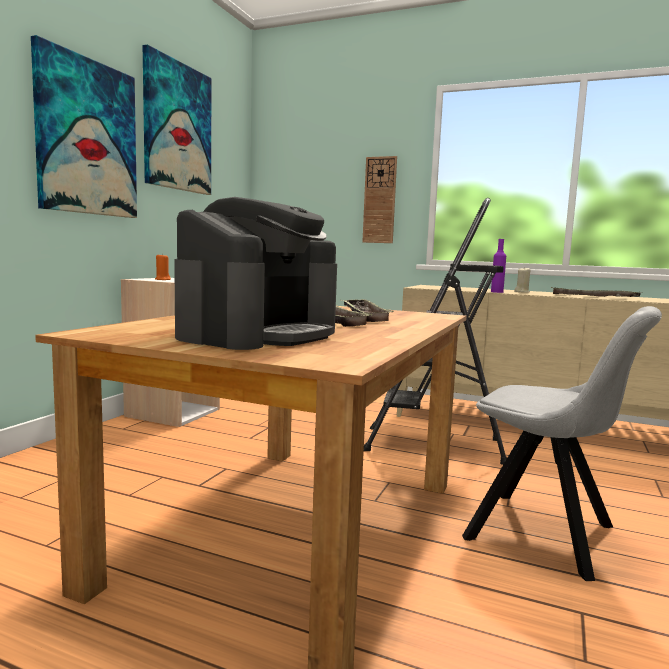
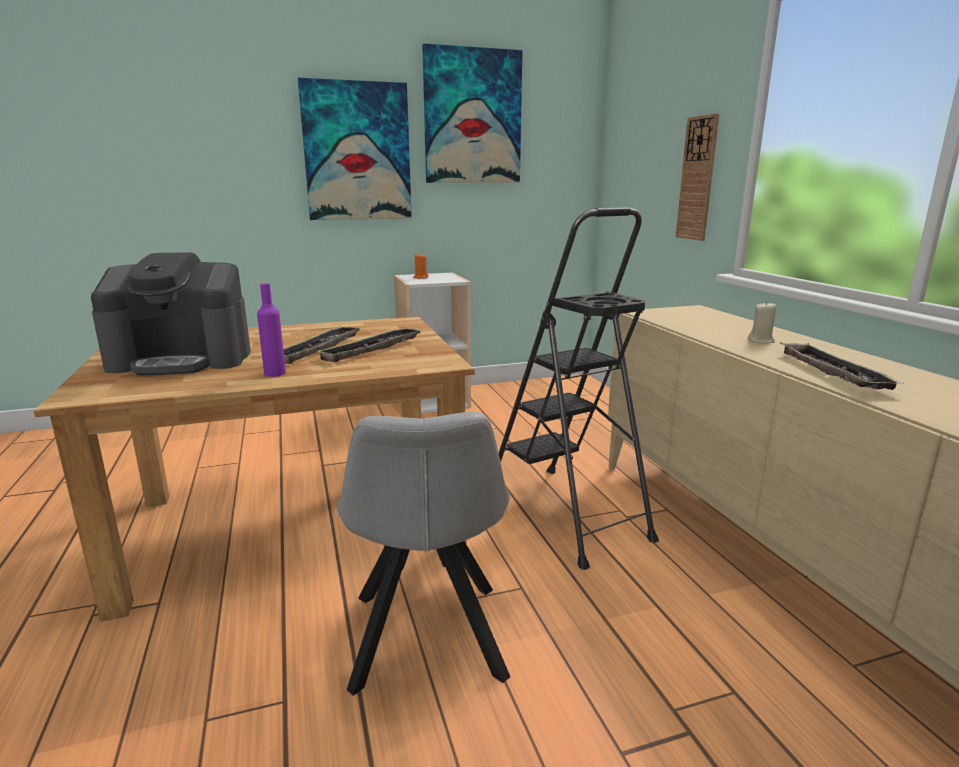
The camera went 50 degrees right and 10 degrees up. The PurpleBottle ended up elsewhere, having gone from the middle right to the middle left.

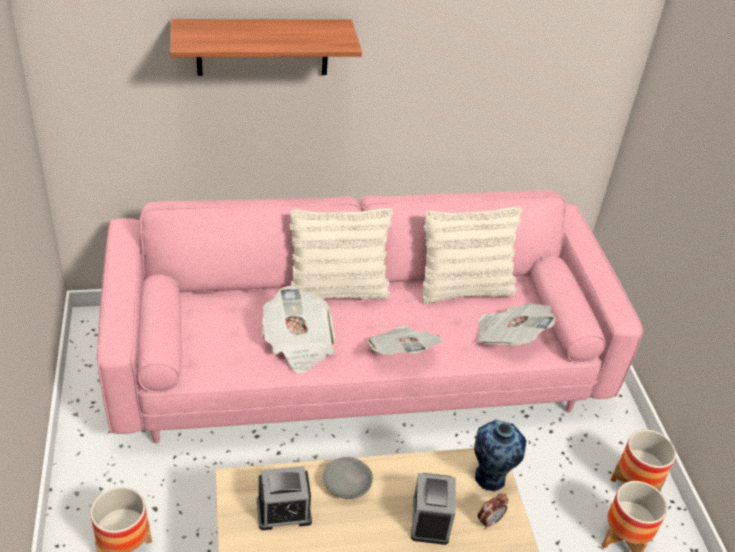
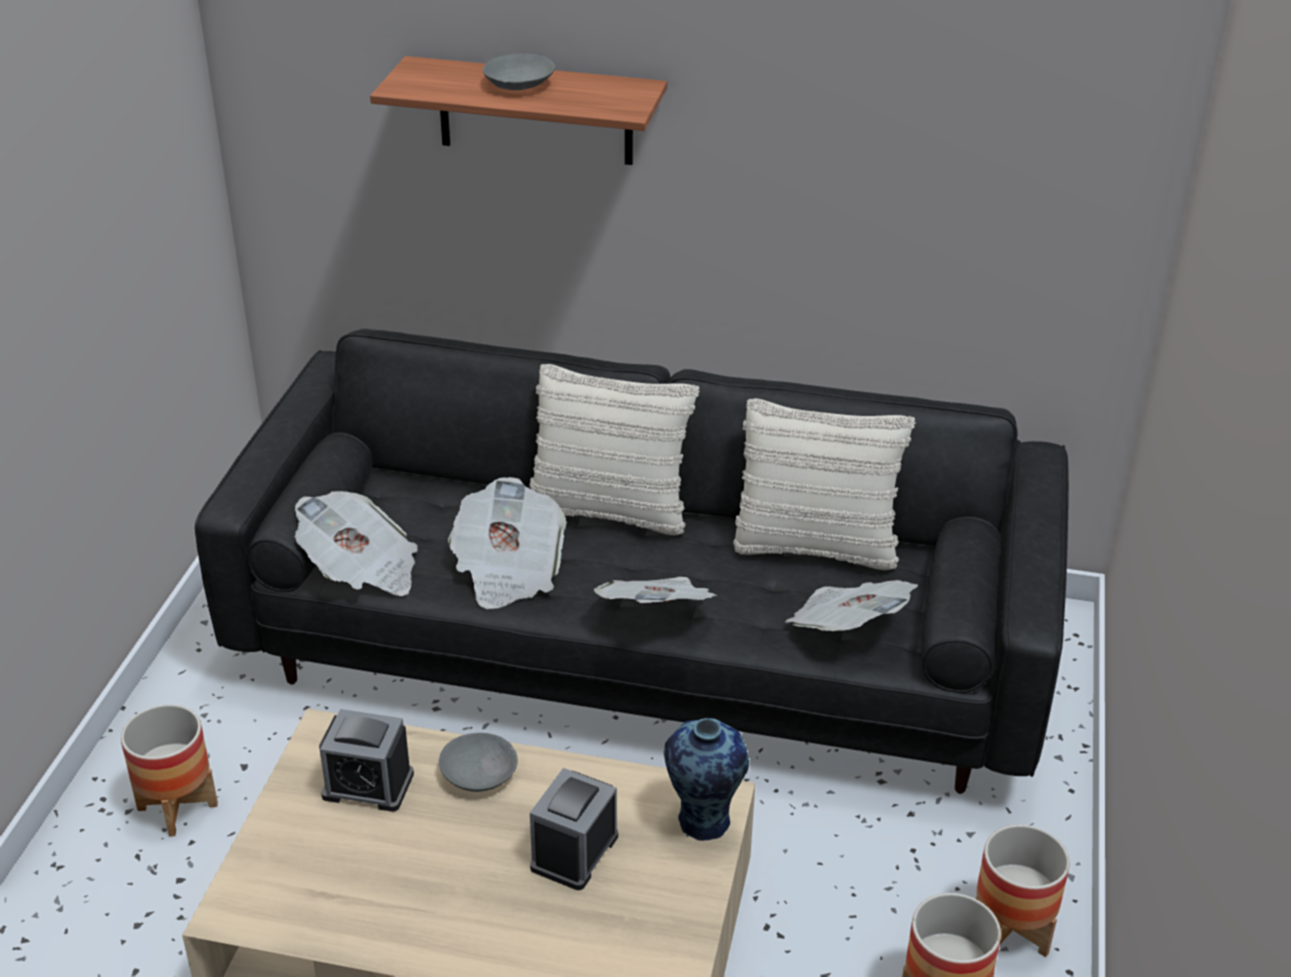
The camera went 25 degrees right and 5 degrees down. The second view lost the AlarmClock (no. 3 from left) at the bottom right. The second view gained the Newspaper (no. 1 from left) at the middle left. The second view gained the GreyBowl (no. 2 from left) at the top centre. What was the PinkSofa at the centre turned into the BlackSofa at the centre.

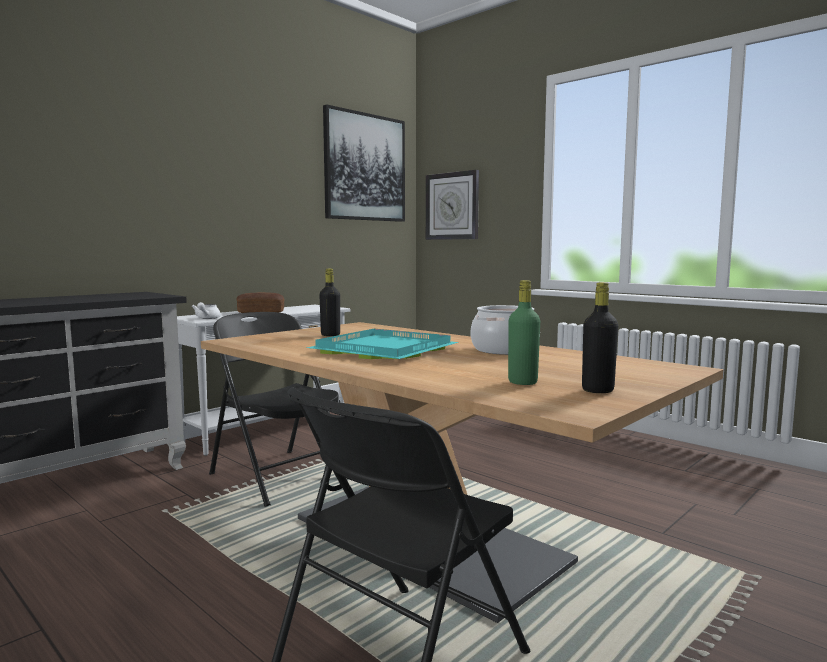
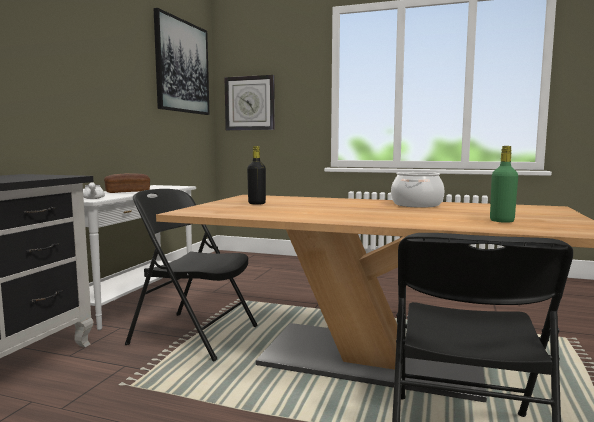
The camera went 25 degrees left and 0 degrees up. The second view lost the TurquoiseTray at the centre. The second view lost the BlackBottle (no. 2 from left) at the middle right.

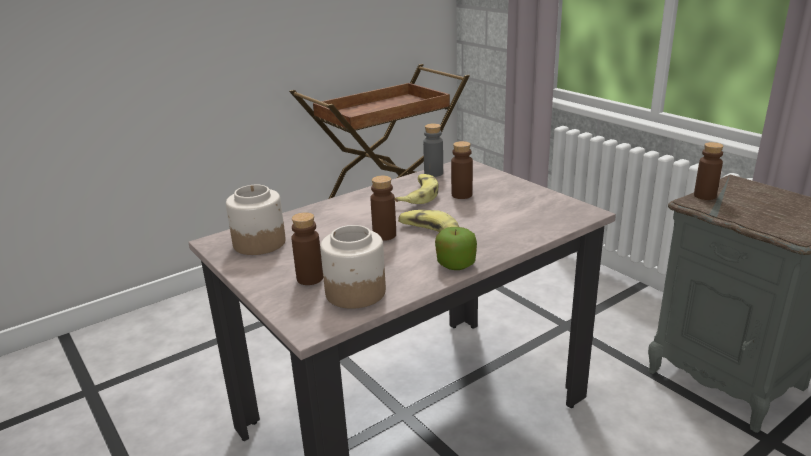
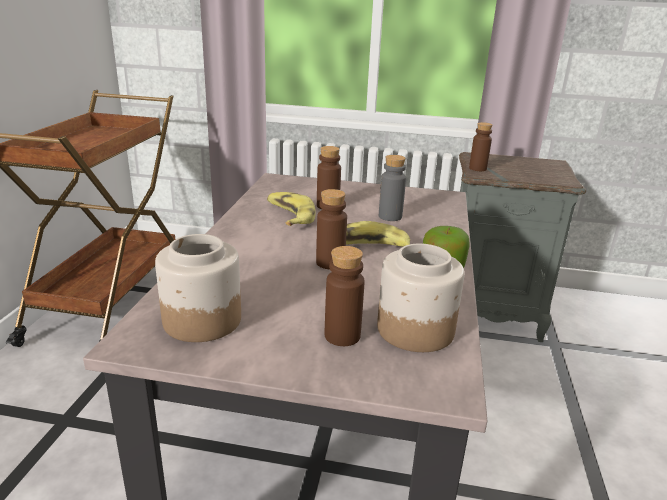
The camera went 45 degrees left and 0 degrees up. The GreyBottle ended up elsewhere, having gone from the top centre to the centre.

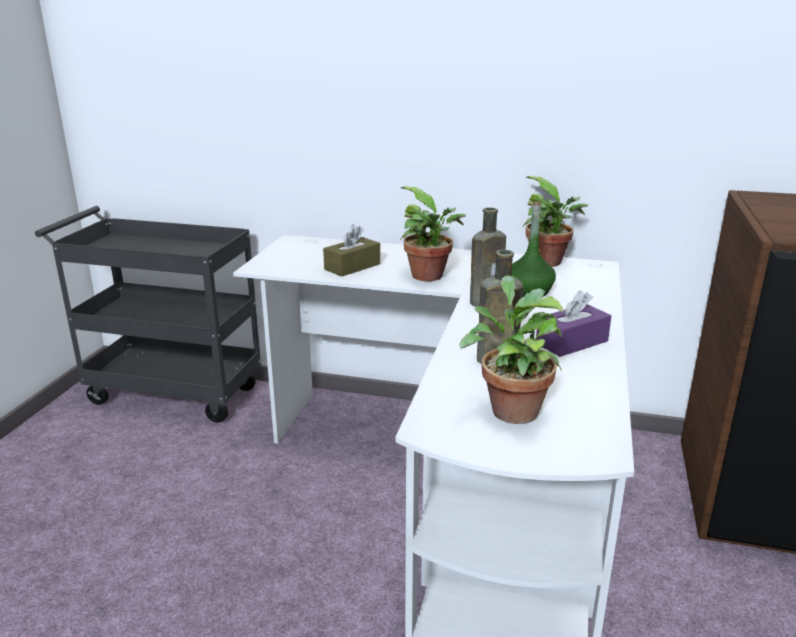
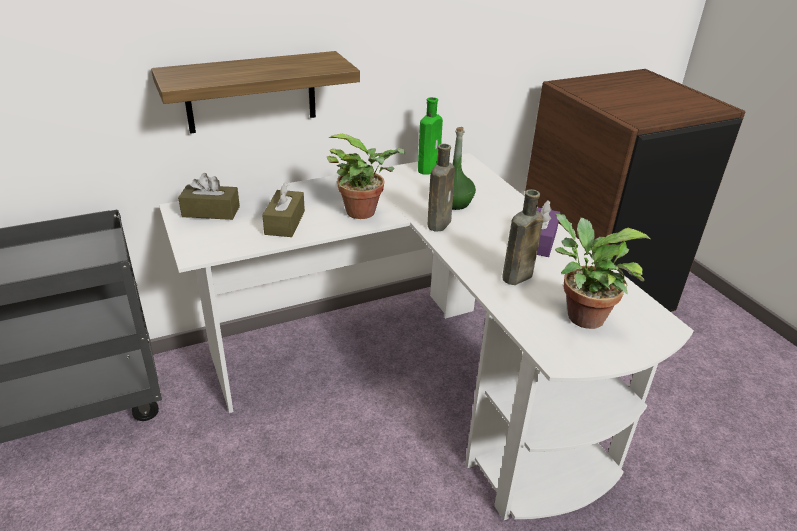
The camera went 40 degrees left and 10 degrees up. The second view gained the Shelf at the top left. The second view gained the BrownTissueBox (no. 1 from left) at the middle left. Where the PottedPlant (no. 3 from left) stood at the middle right, the GreenBottle (no. 1 from left) came to stand at the top centre.

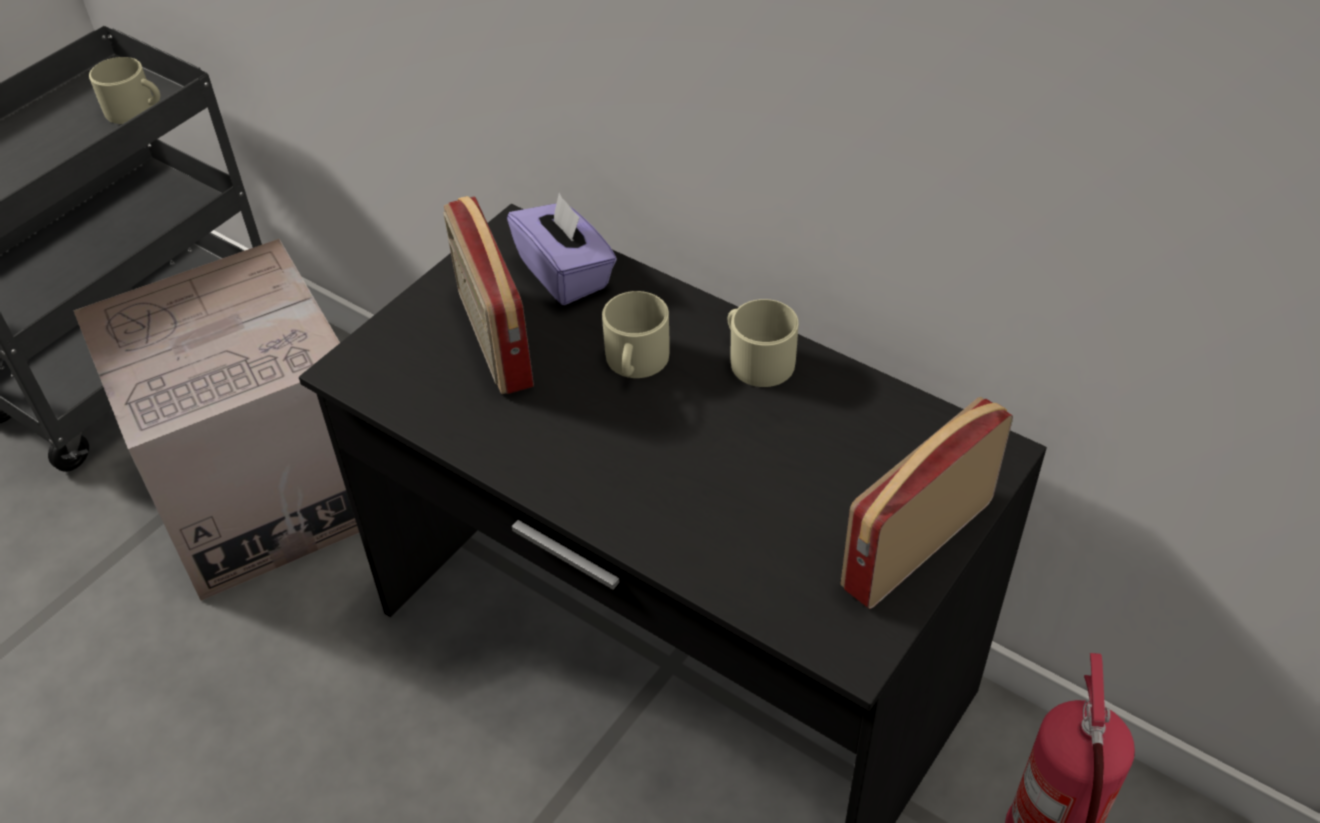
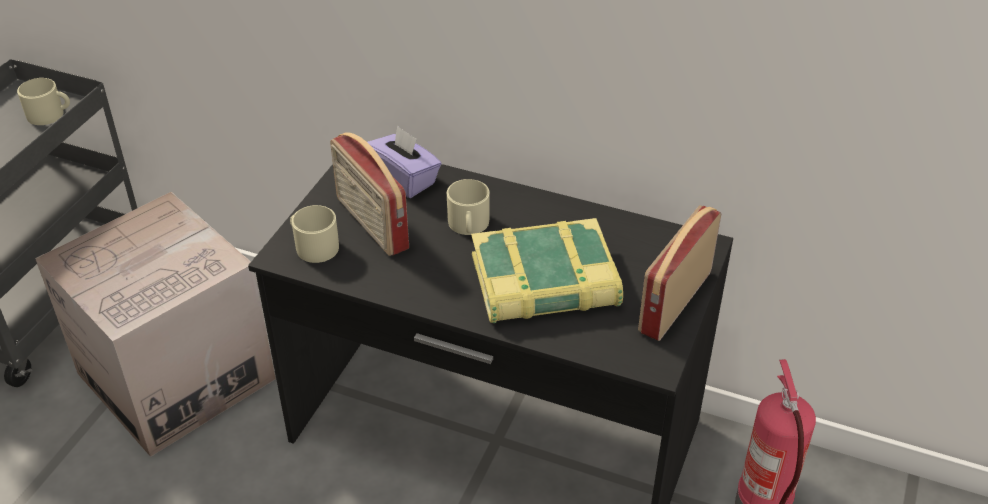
The camera went 15 degrees left and 5 degrees down. The second view gained the Book at the centre. The BeigeMug (no. 3 from left in the first image) ended up elsewhere, having gone from the centre to the middle left.

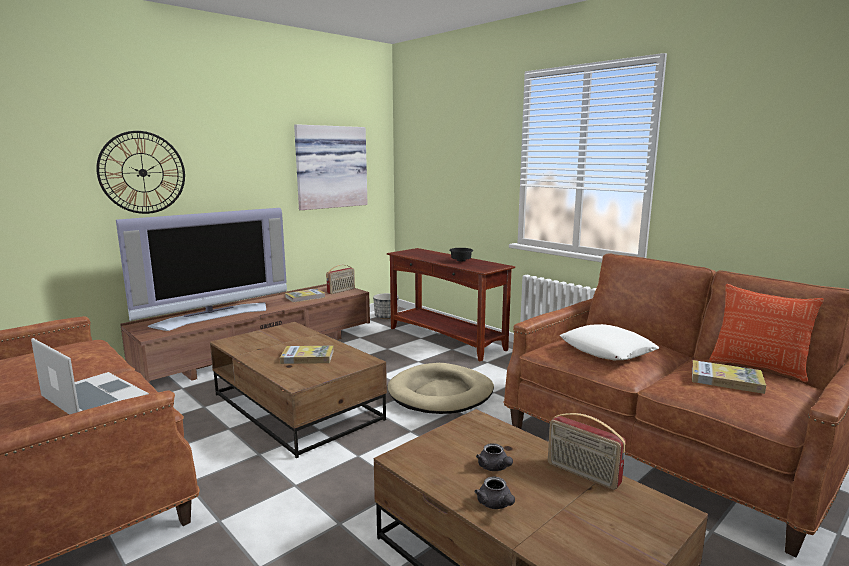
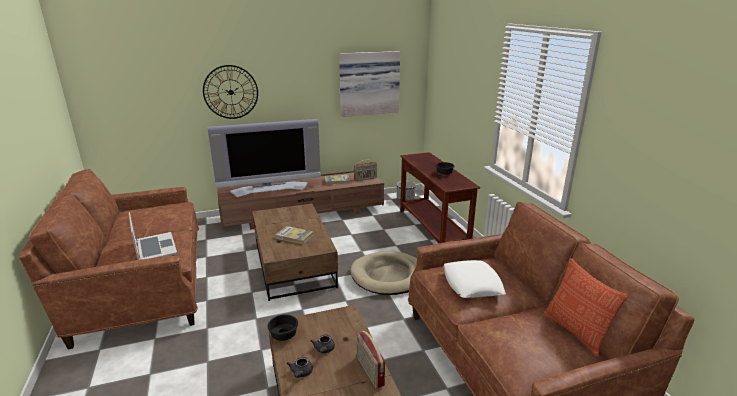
The camera went 25 degrees right and 10 degrees up. The second view lost the Book (no. 3 from left) at the middle right. The second view gained the BlackBowl (no. 1 from left) at the bottom centre.

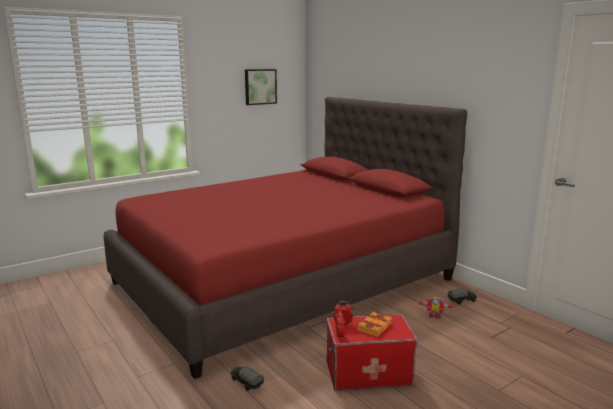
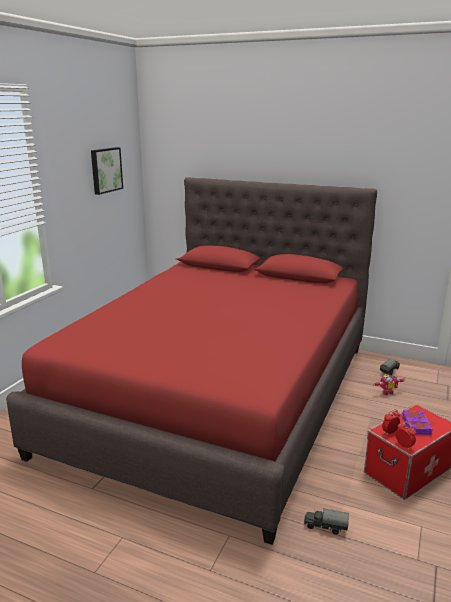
The camera went 30 degrees left and 5 degrees up. What was the OrangeBook at the bottom centre turned into the PurpleBook at the bottom right.

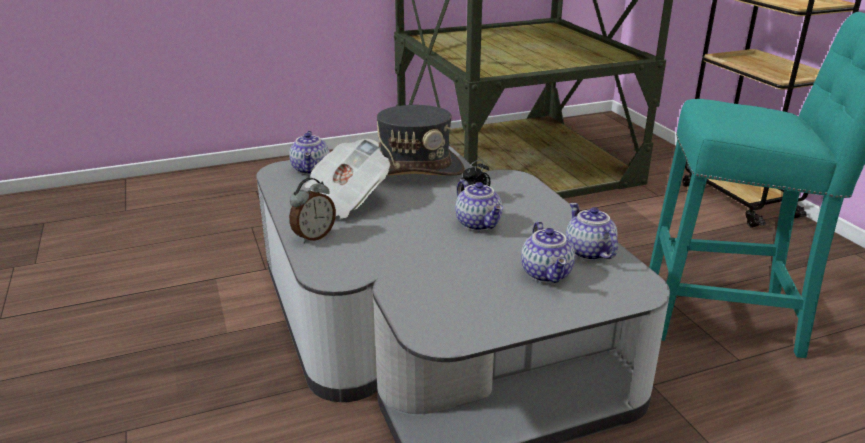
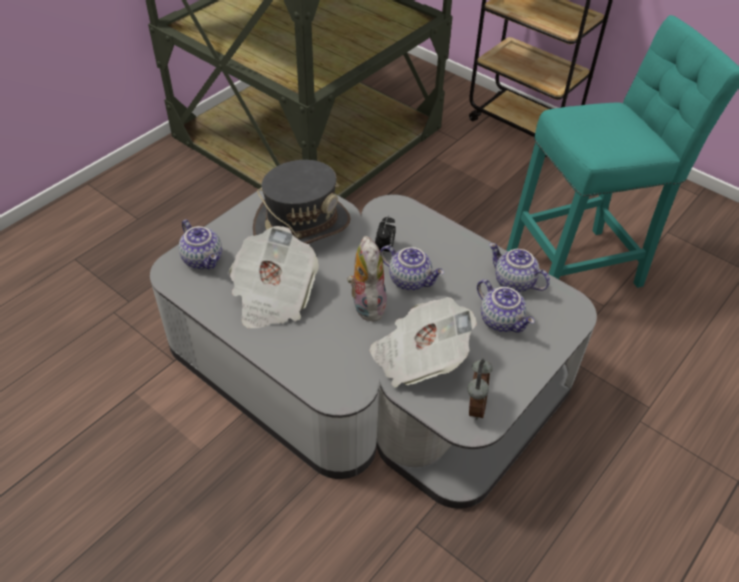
The camera went 30 degrees left and 20 degrees up. The second view gained the PlushToy at the centre. The second view gained the Newspaper (no. 2 from left) at the centre. The AlarmClock (no. 1 from left in the first image) ended up elsewhere, having gone from the centre to the bottom centre.

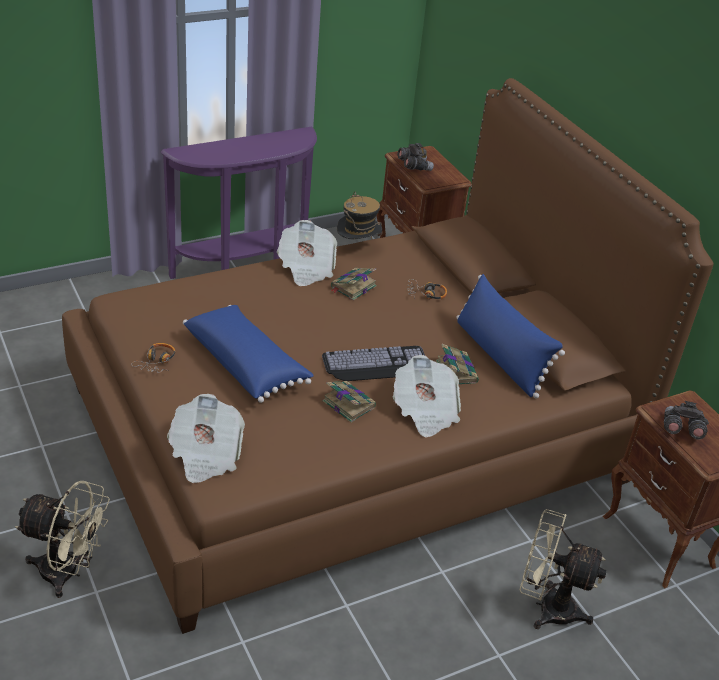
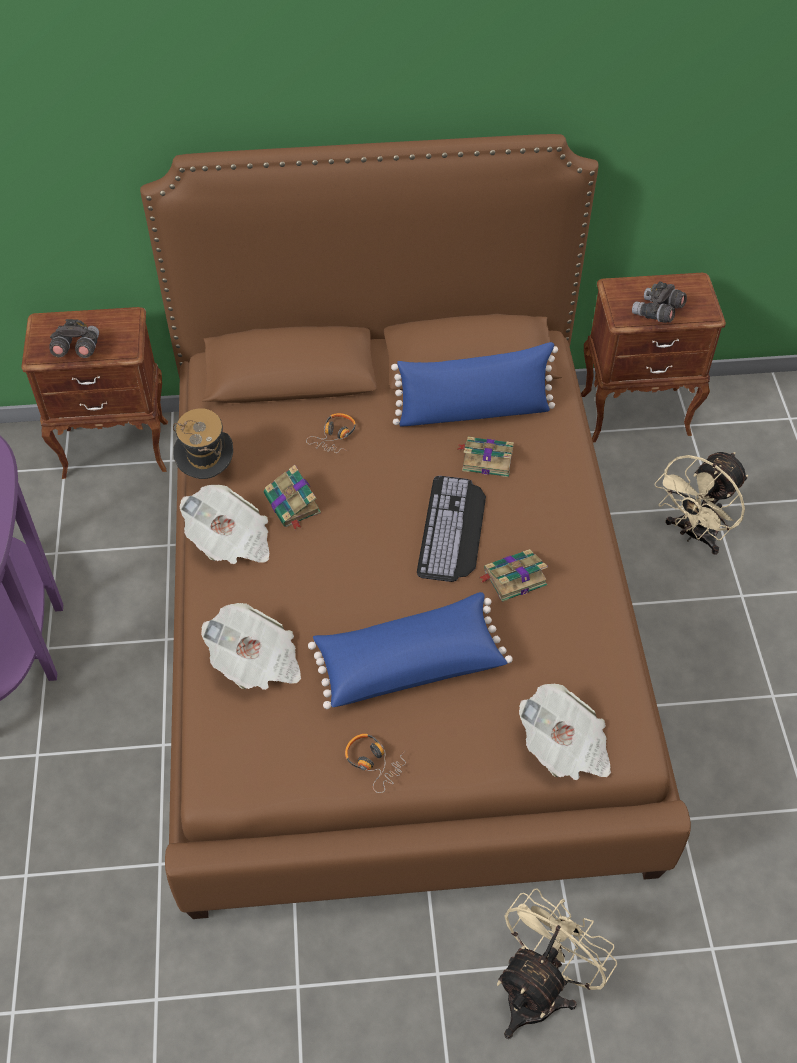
The camera went 65 degrees left and 15 degrees up. The Newspaper (no. 3 from left in the first image) ended up elsewhere, having gone from the centre to the middle left.

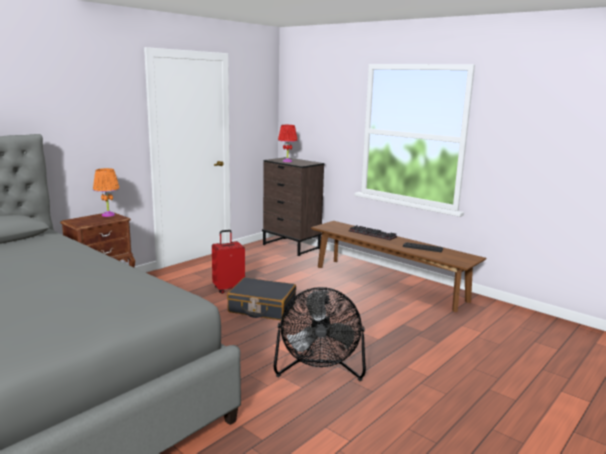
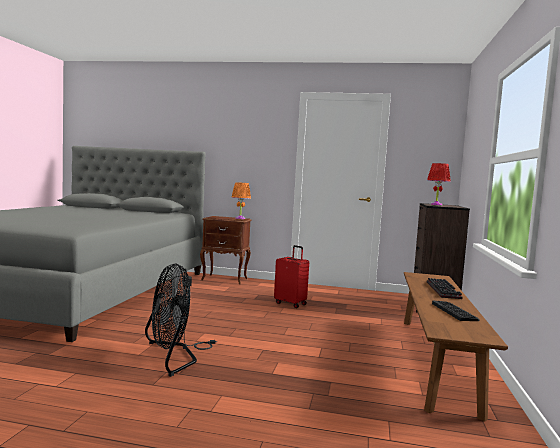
The camera went 60 degrees right and 10 degrees down. The second view lost the BlackSuitcase at the centre.

